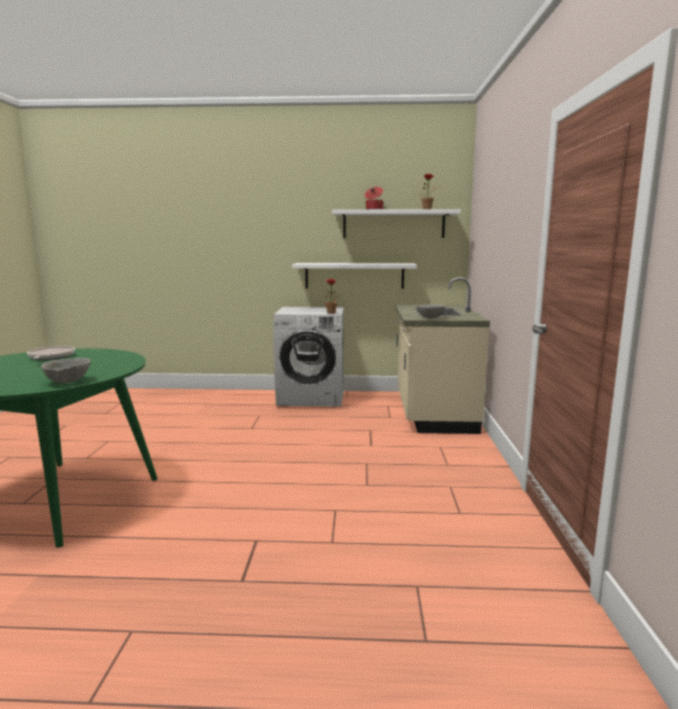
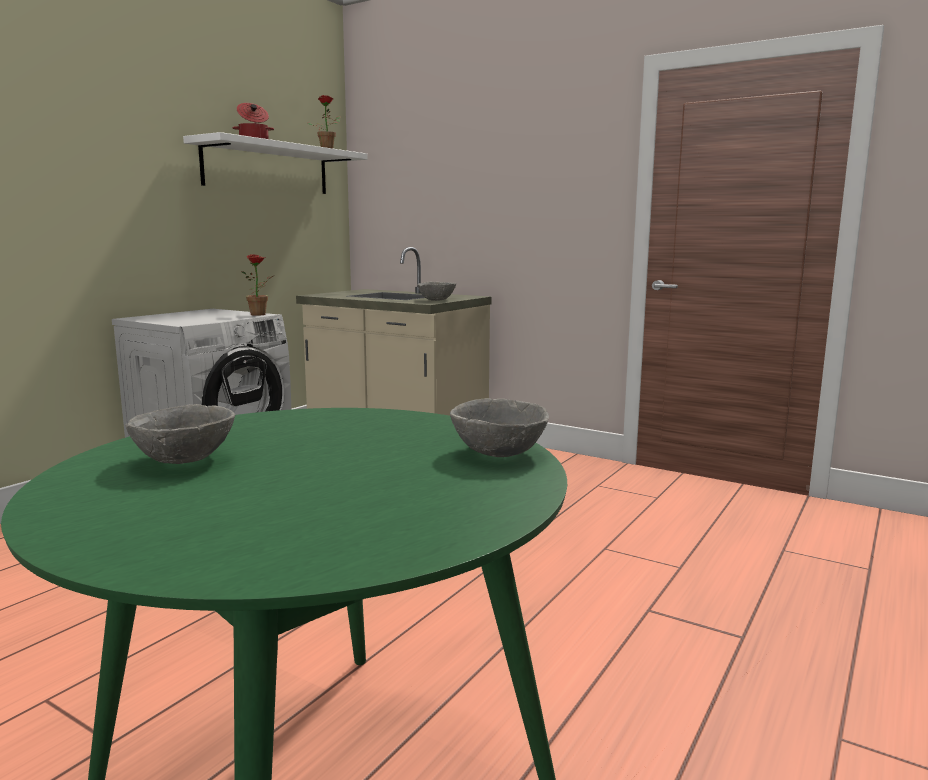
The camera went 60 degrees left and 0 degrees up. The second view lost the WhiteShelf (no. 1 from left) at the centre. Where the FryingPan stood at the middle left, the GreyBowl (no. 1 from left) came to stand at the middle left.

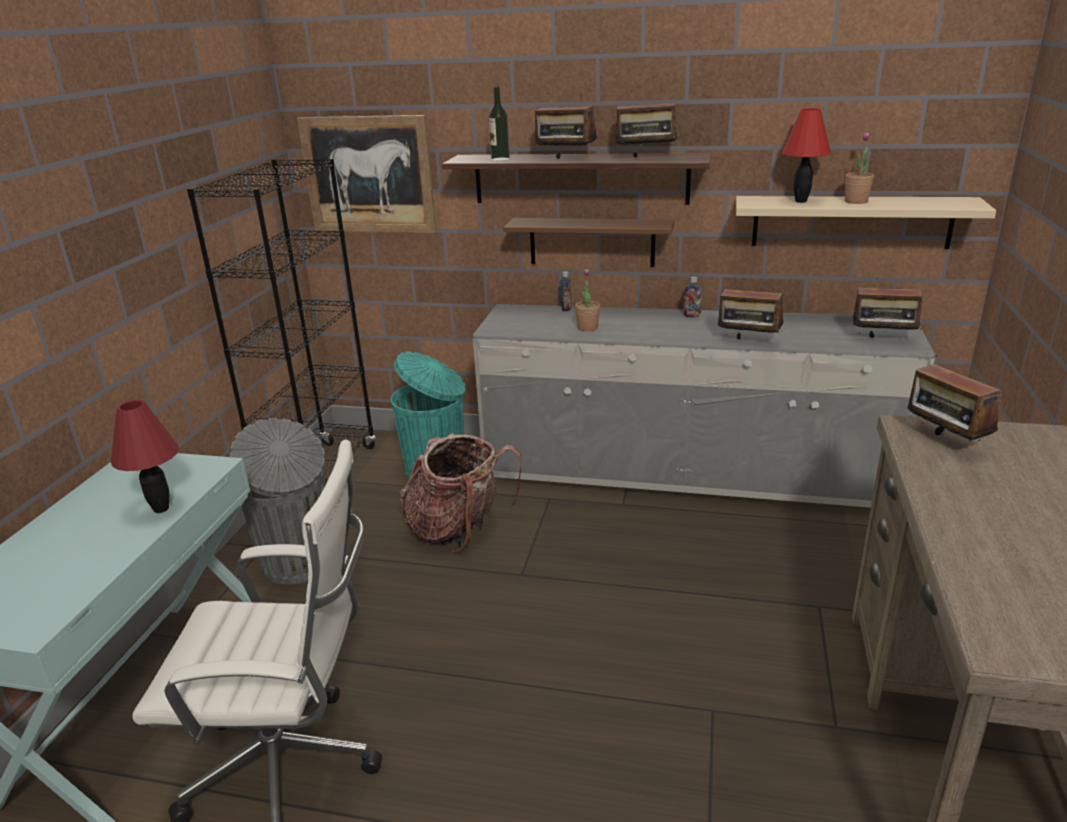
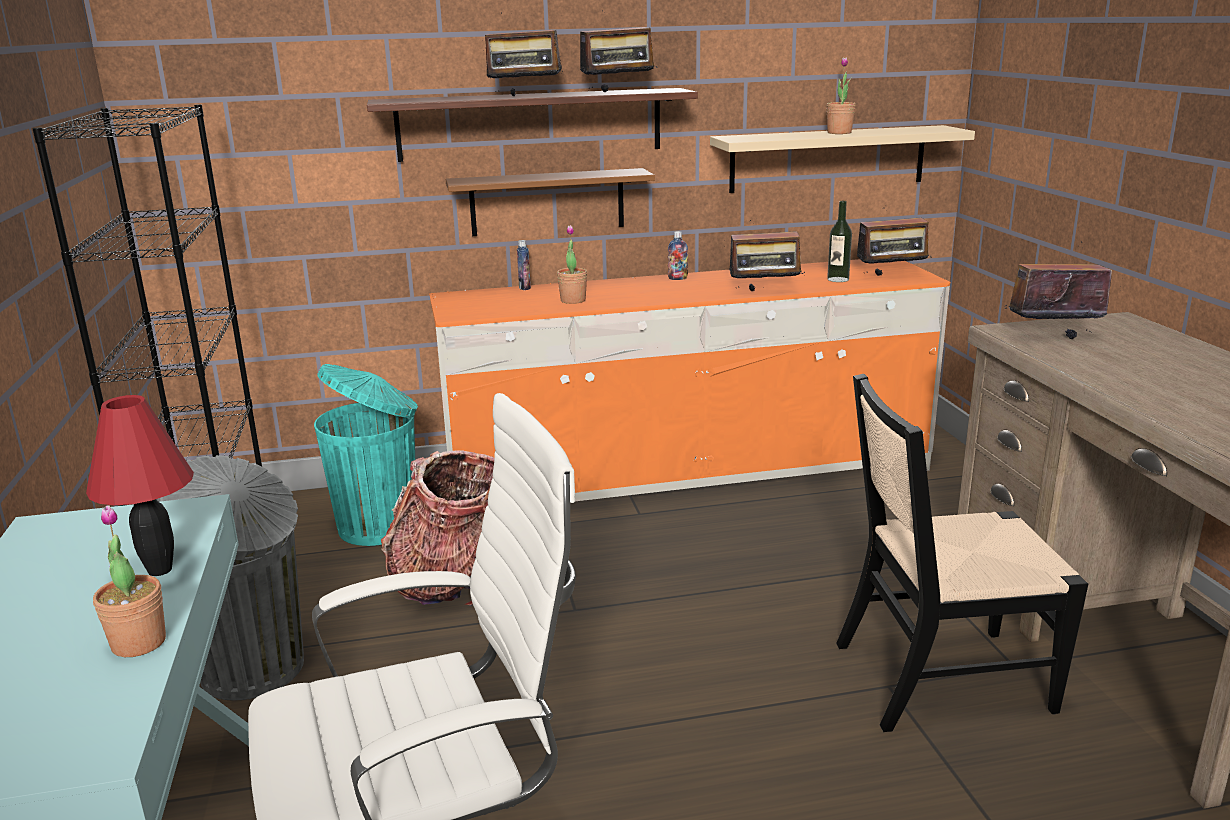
The camera went 25 degrees left and 5 degrees down. The second view lost the Picture at the top centre. The second view lost the RedTableLamp (no. 2 from left) at the top right. The second view gained the PottedPlant (no. 1 from left) at the bottom left. The second view gained the Chair at the bottom right. The Bottle (no. 1 from left in the first image) ended up elsewhere, having gone from the top centre to the top right. What was the GreyCabinet at the centre turned into the OrangeCabinet at the centre. The Radio (no. 5 from left) at the middle right ended up facing another way, 135 degrees clockwise from before.

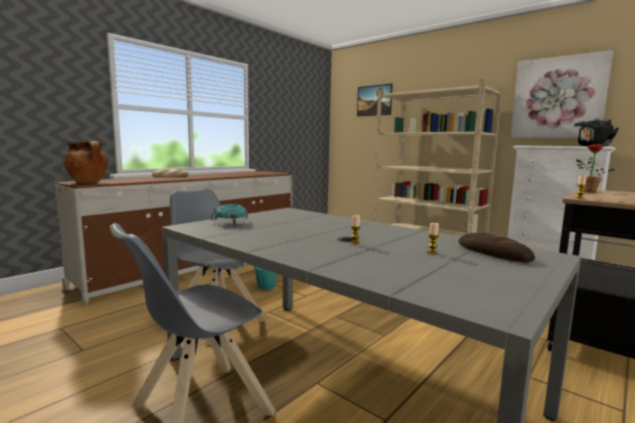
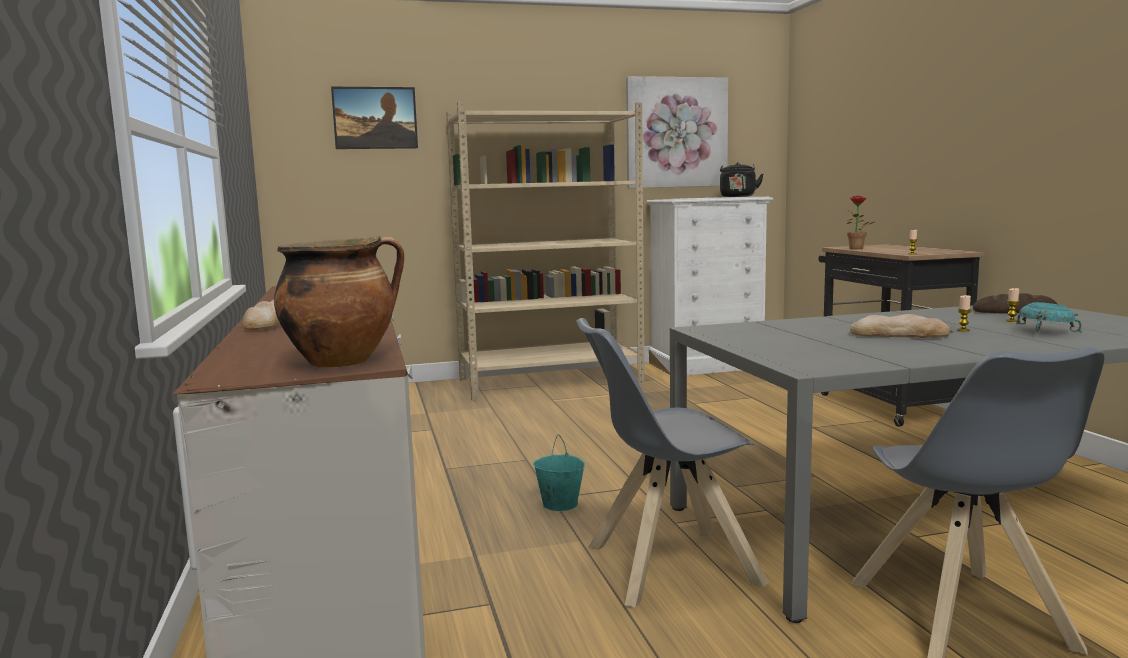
The camera went 55 degrees left and 0 degrees up. The second view gained the Bread (no. 2 from left) at the middle right. The TurquoiseBowl ended up elsewhere, having gone from the centre to the middle right.

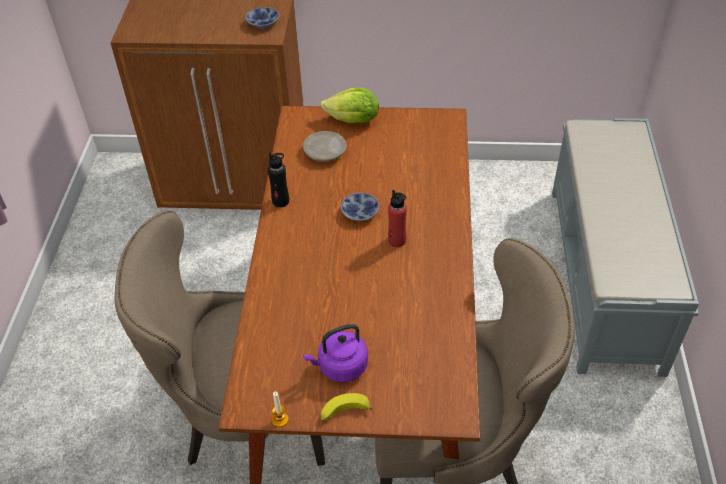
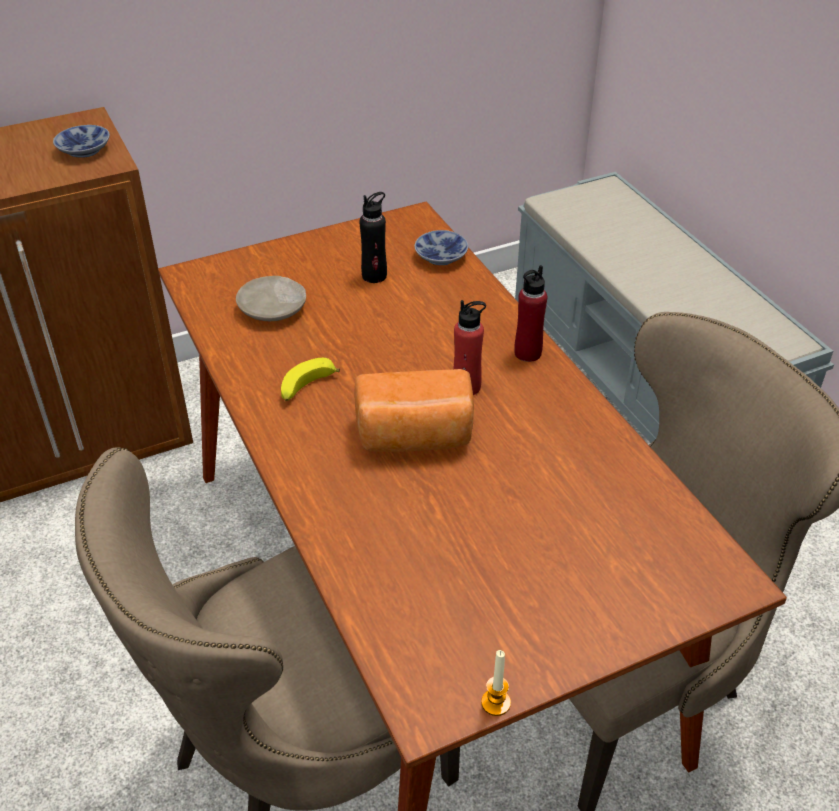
The camera went 30 degrees left and 5 degrees down. The second view lost the PurpleKettle at the bottom centre. The second view lost the Lettuce at the top centre. The second view gained the Bread at the centre. The second view gained the RedBottle (no. 2 from left) at the centre. The BlackBottle ended up elsewhere, having gone from the centre to the top centre. The Banana ended up elsewhere, having gone from the bottom centre to the centre. The Bowl (no. 2 from left) ended up elsewhere, having gone from the centre to the top centre.

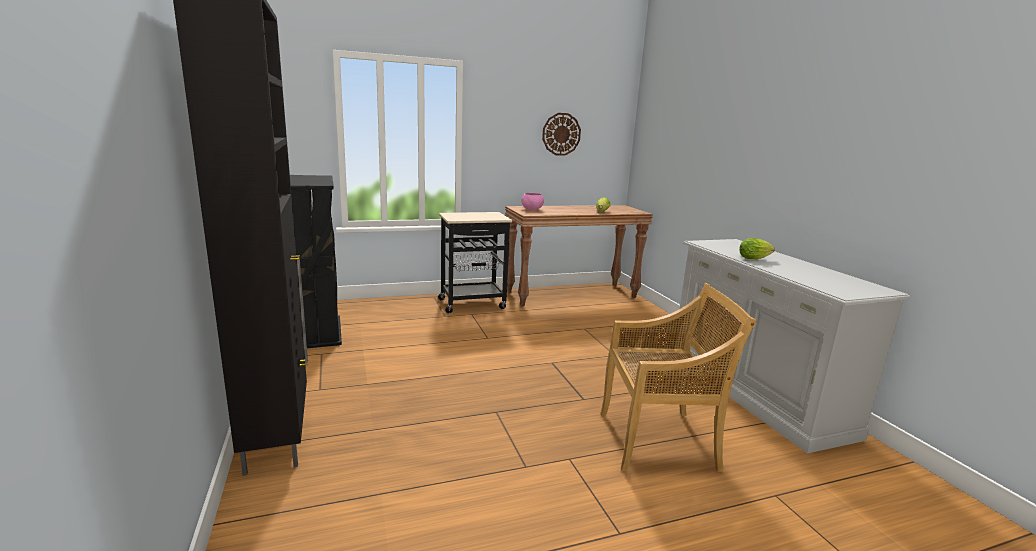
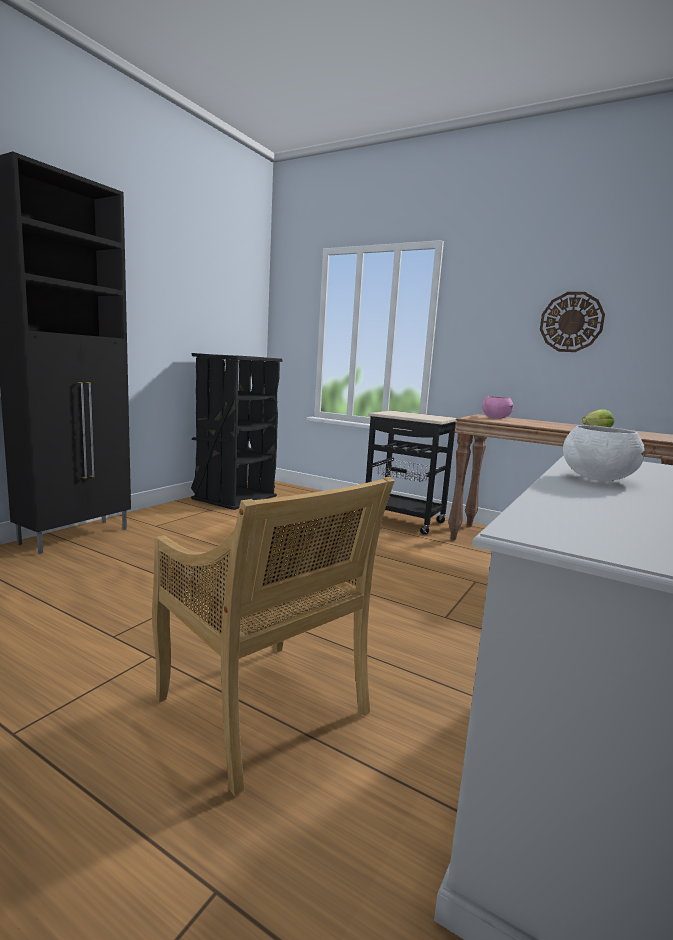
The camera went 50 degrees right and 5 degrees down. Where the Lettuce (no. 2 from left) stood at the middle right, the WhiteBowl came to stand at the middle right.

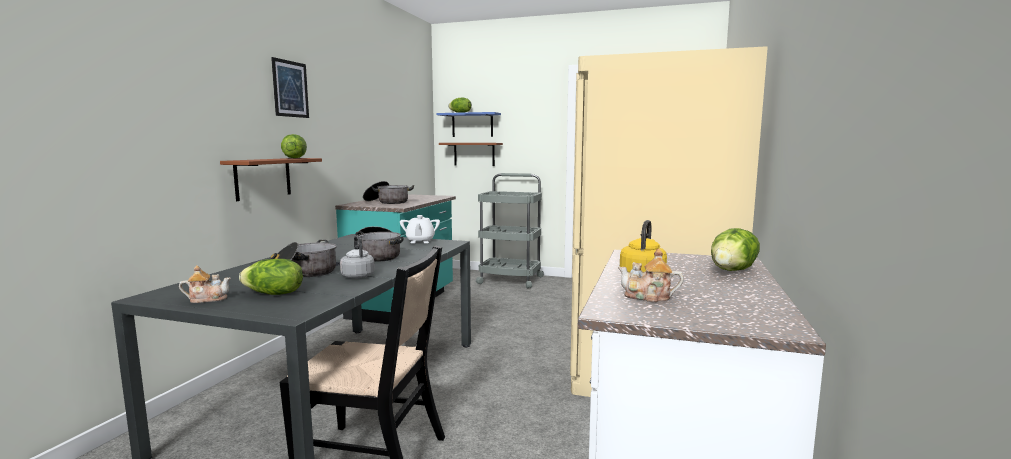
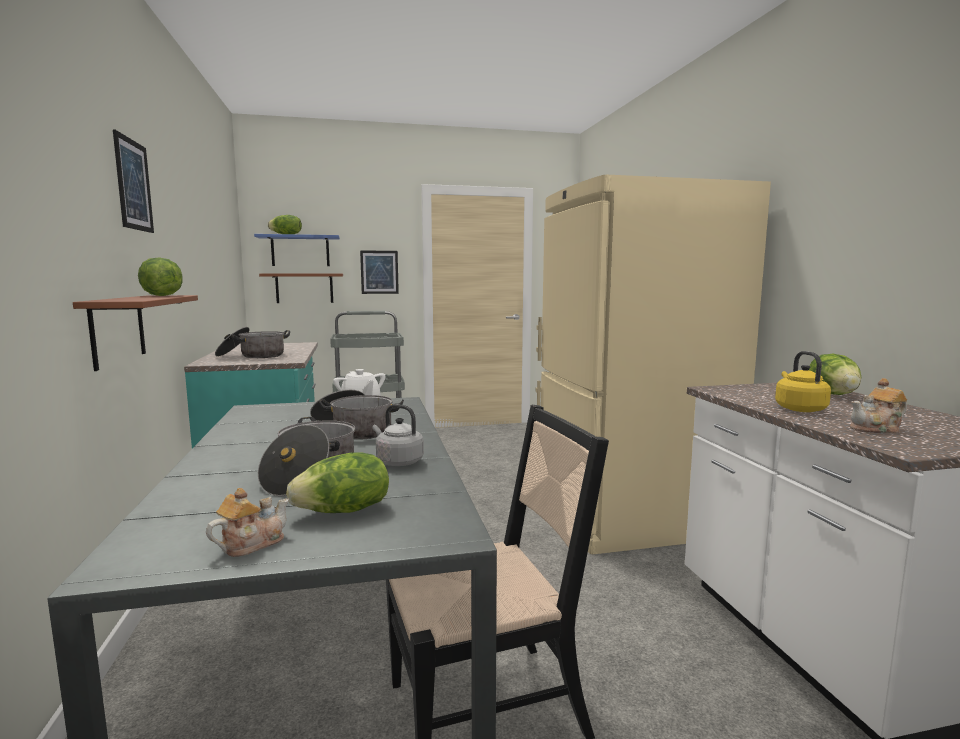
The camera went 30 degrees left and 0 degrees up. The second view gained the Picture (no. 2 from left) at the centre.

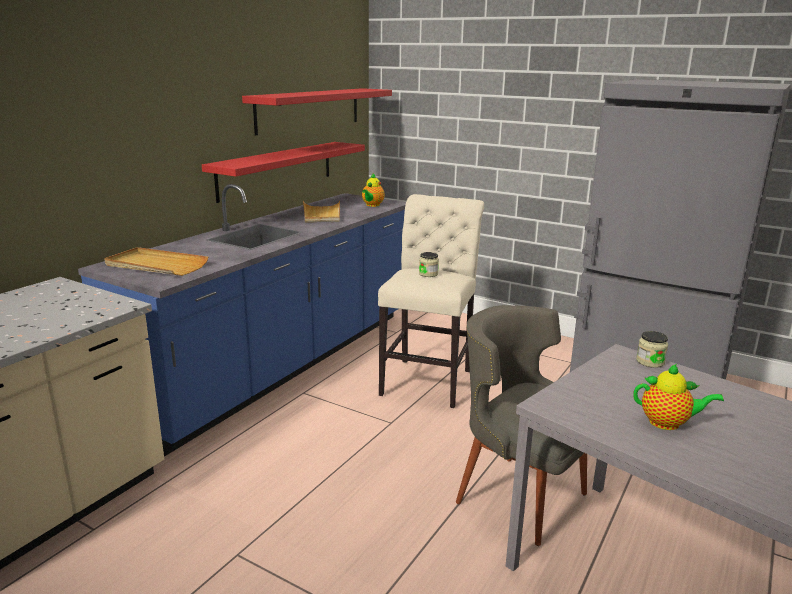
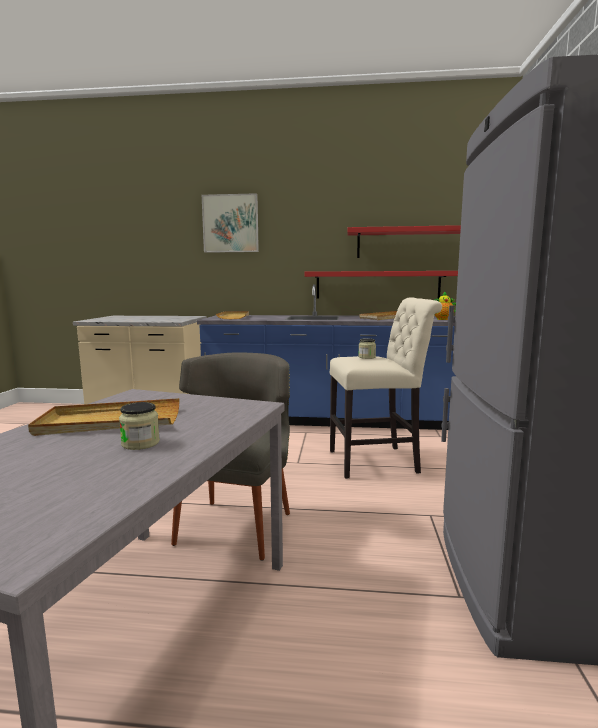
The camera went 65 degrees right and 10 degrees down. The second view gained the Picture at the top centre. The Jar (no. 2 from left in the first image) ended up elsewhere, having gone from the middle right to the middle left. Where the Teapot (no. 2 from left) stood at the bottom right, the BeigeTray (no. 1 from left) came to stand at the middle left.

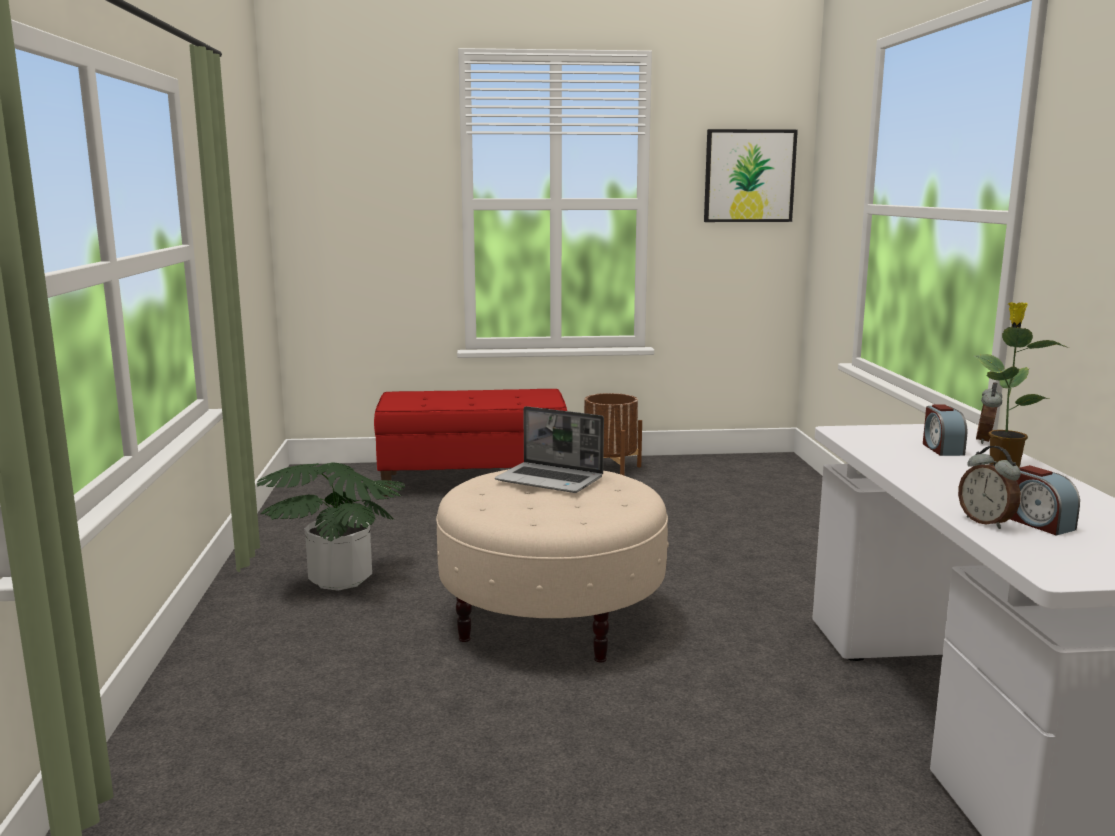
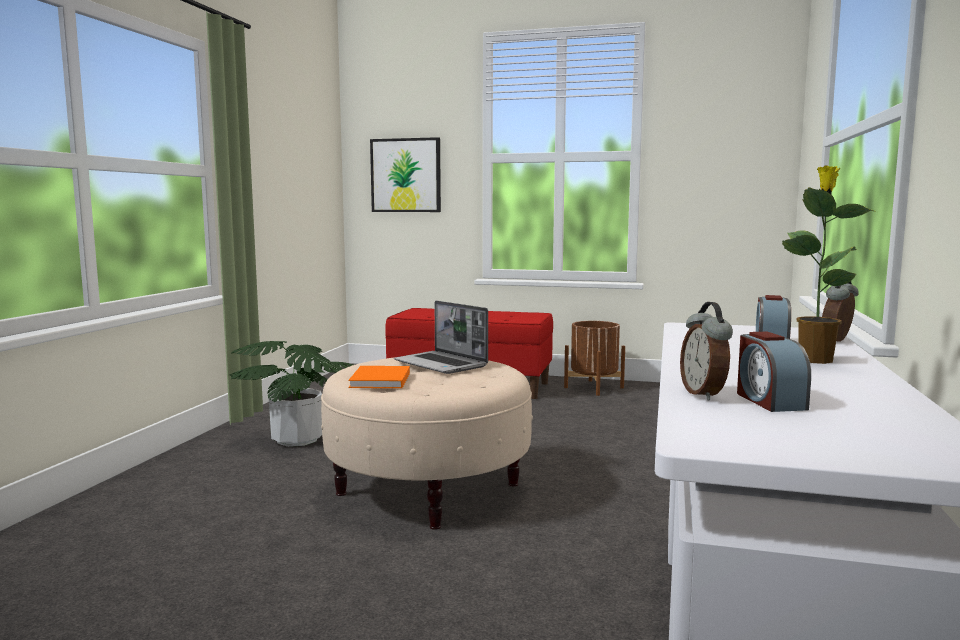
The camera went 20 degrees right and 5 degrees down. The second view gained the OrangeBook at the centre. The Picture ended up elsewhere, having gone from the top right to the top centre.

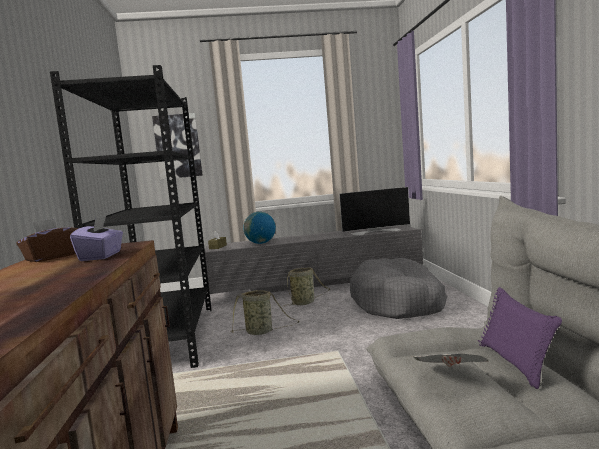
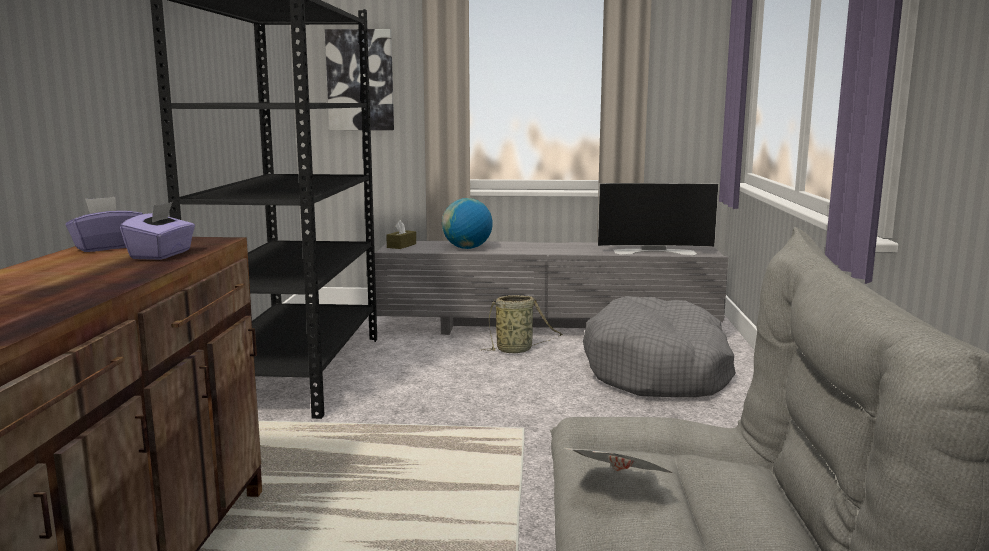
The camera went 10 degrees right and 5 degrees up. The second view lost the Basket (no. 1 from left) at the bottom centre. The second view lost the PurplePillow at the bottom right. What was the BrownTissueBox (no. 1 from left) at the middle left turned into the PurpleTissueBox (no. 1 from left) at the middle left.

